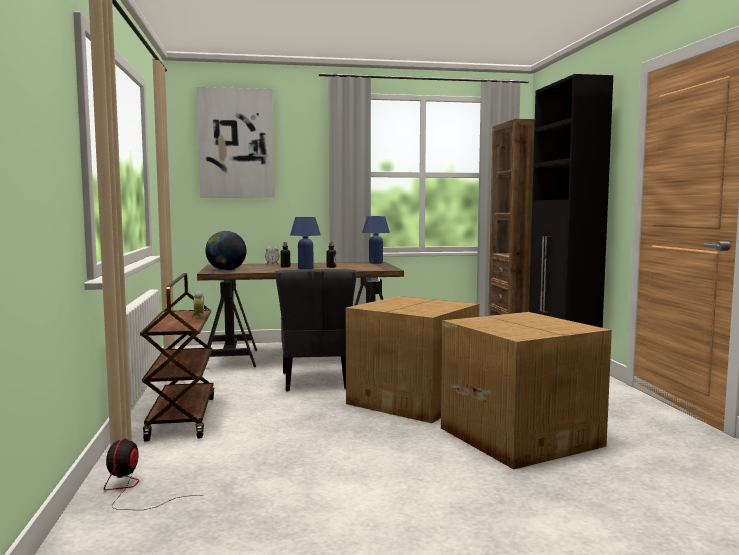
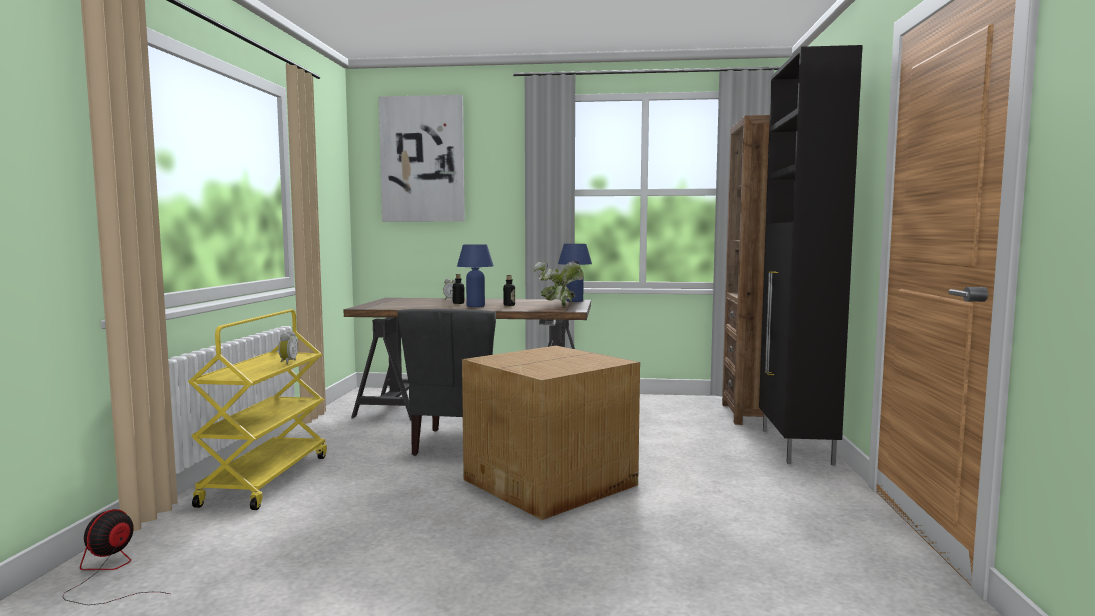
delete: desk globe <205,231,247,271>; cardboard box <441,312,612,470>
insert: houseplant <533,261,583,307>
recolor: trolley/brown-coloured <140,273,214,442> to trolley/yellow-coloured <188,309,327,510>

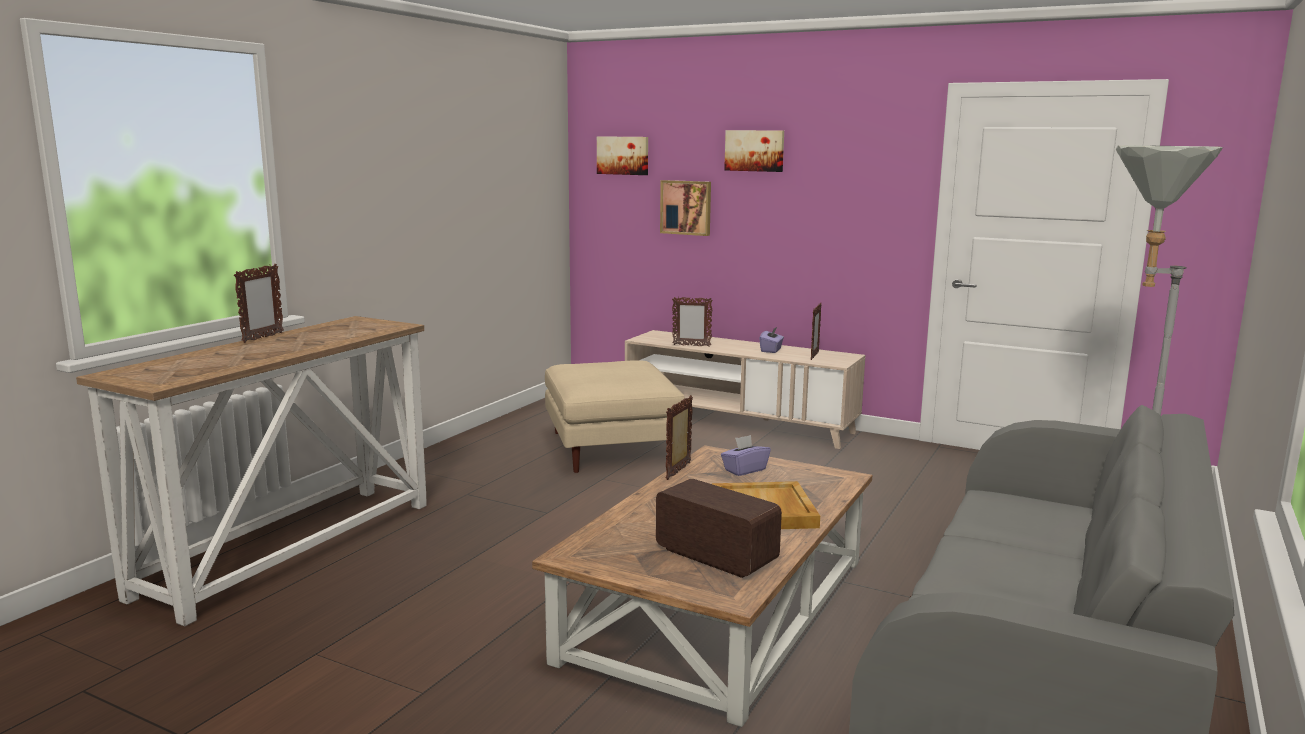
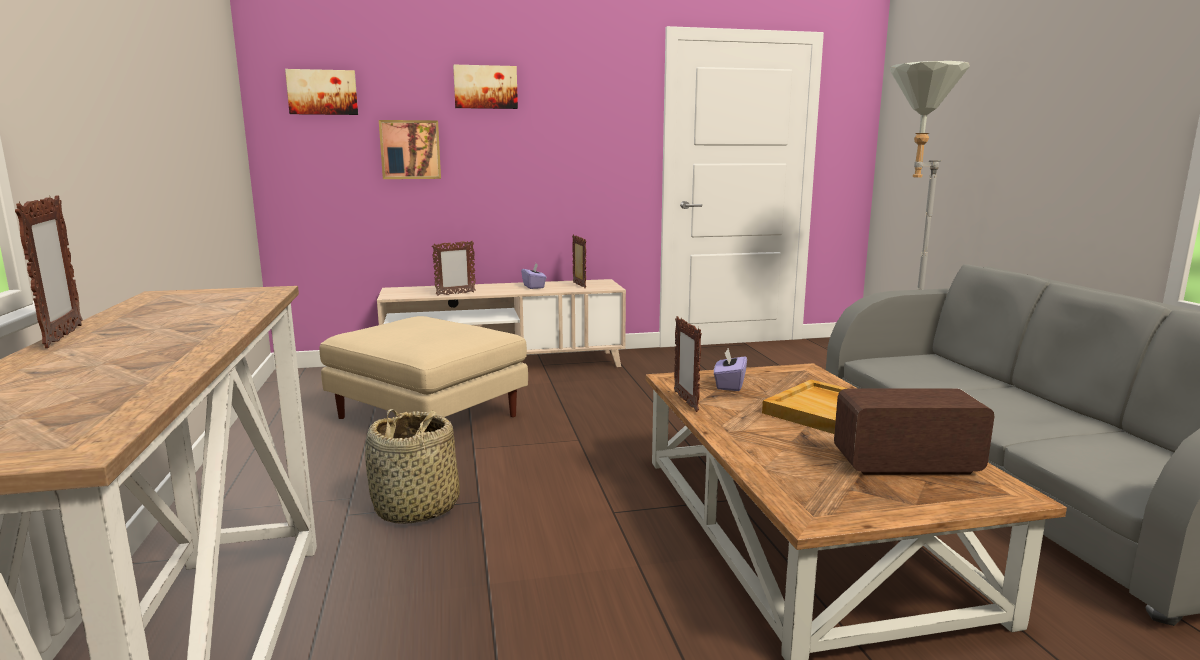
insert: storage basket <365,409,460,524>

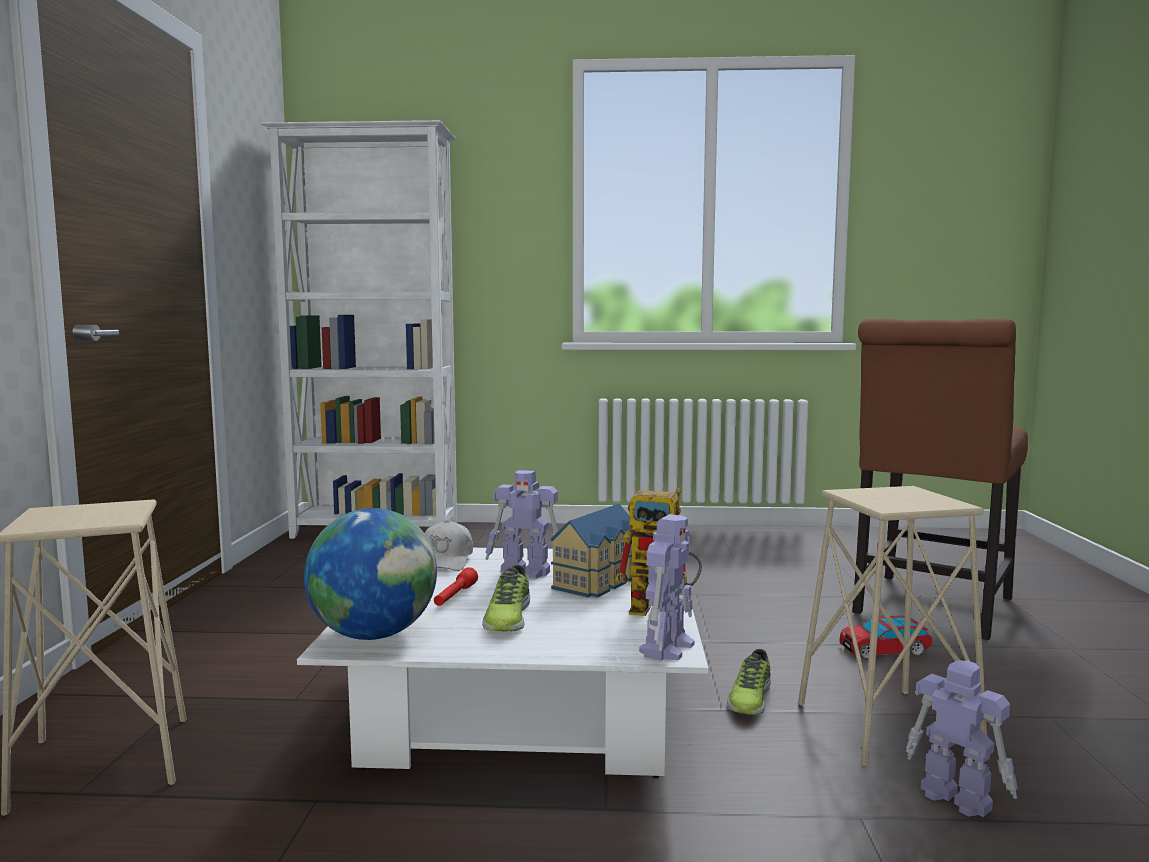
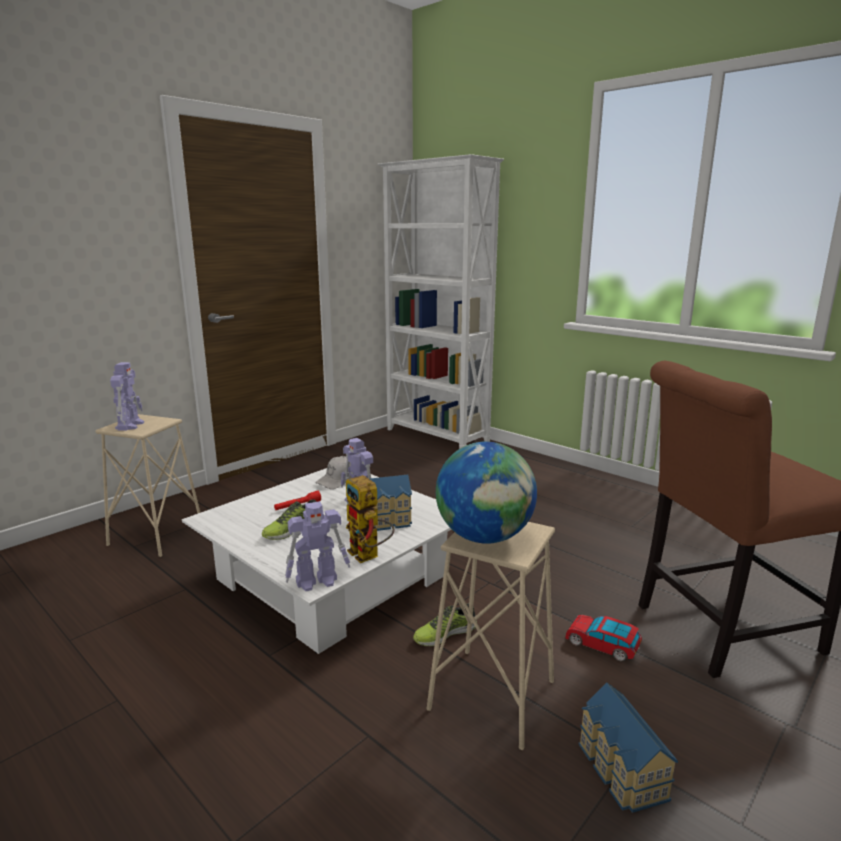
insert: model house <579,682,678,813>
move: desk globe <304,508,437,640> to <436,442,537,544>; model robot <906,660,1018,817> to <110,362,144,431>

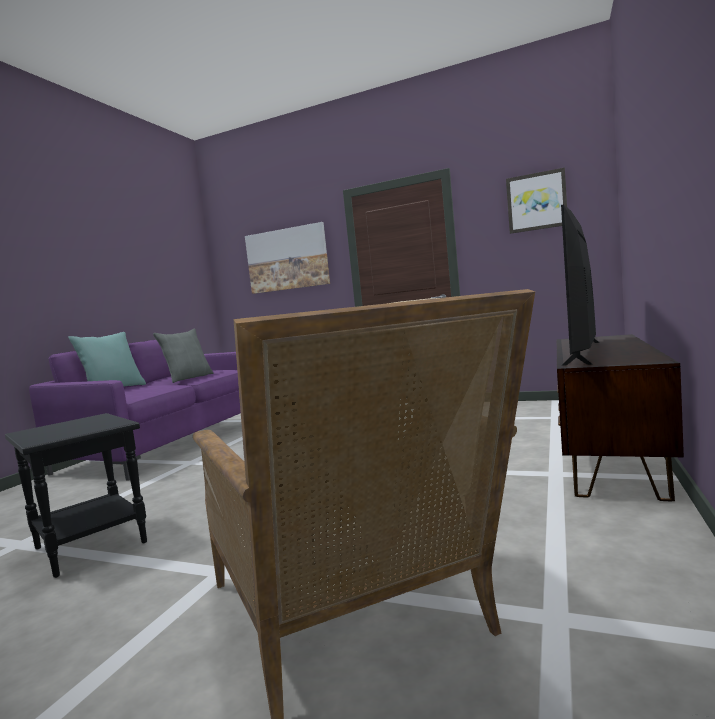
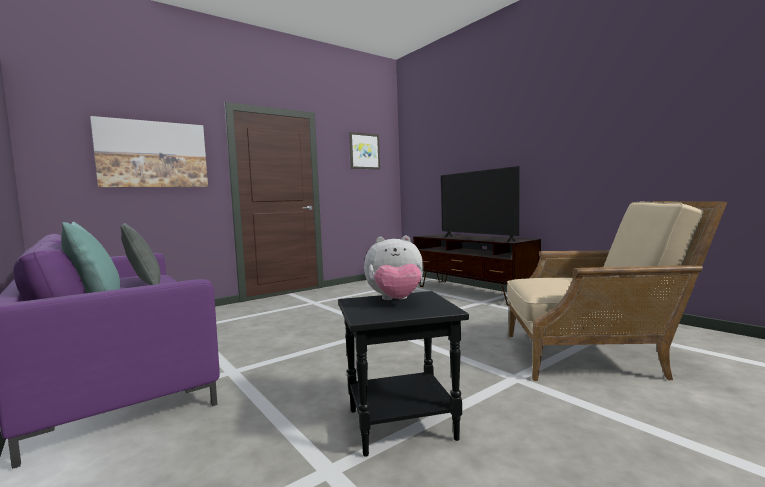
insert: soft toy <364,236,423,300>

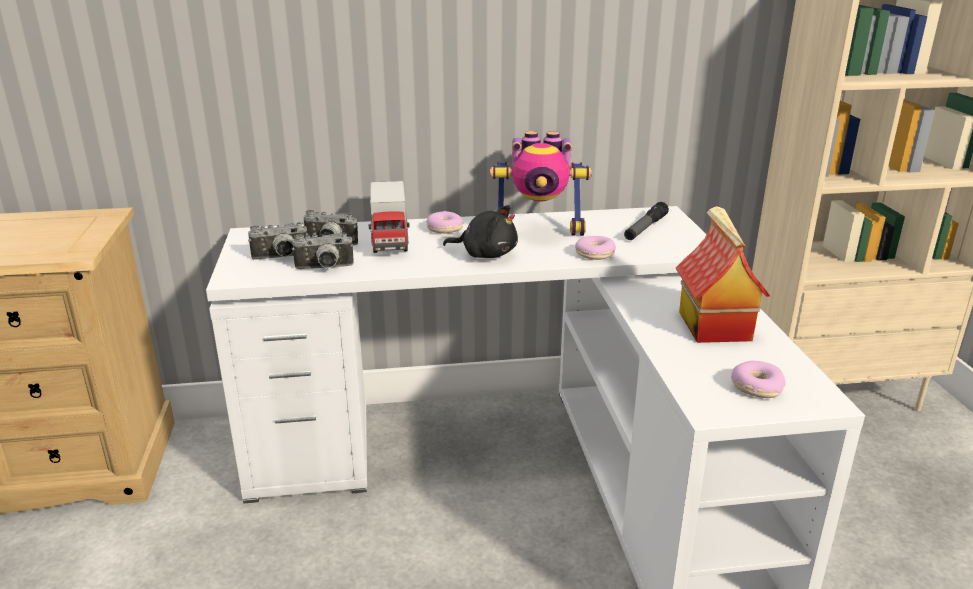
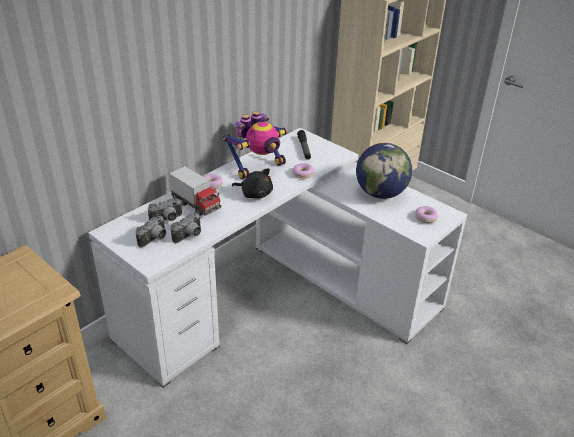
replace: model house <676,206,771,343> to desk globe <356,143,412,199>
rotate: soft toy/black-coloured <443,205,518,258> = <232,168,273,199> 45 degrees clockwise

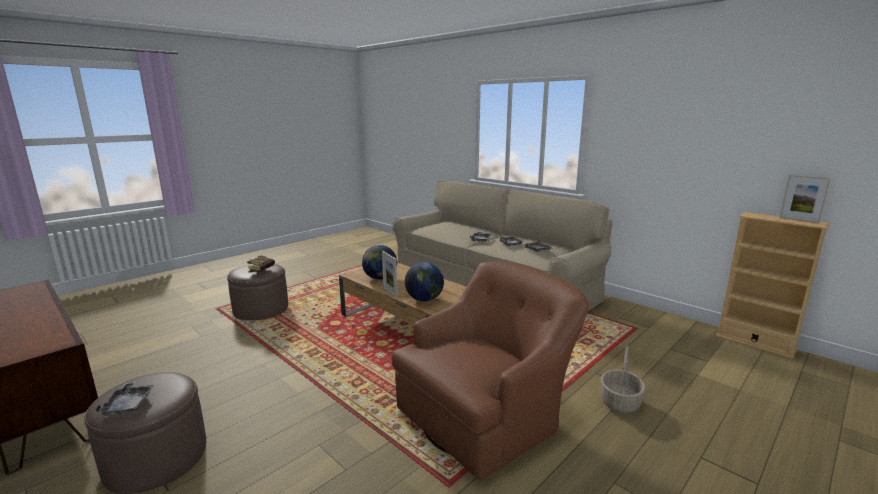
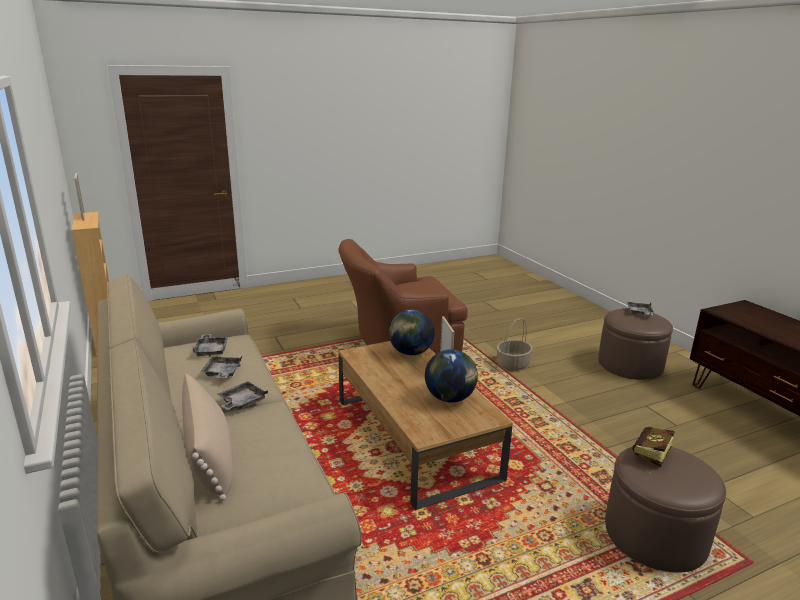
insert: cushion/sand-coloured <182,373,234,501>
move: storage basket <601,346,645,413> to <496,318,533,370>

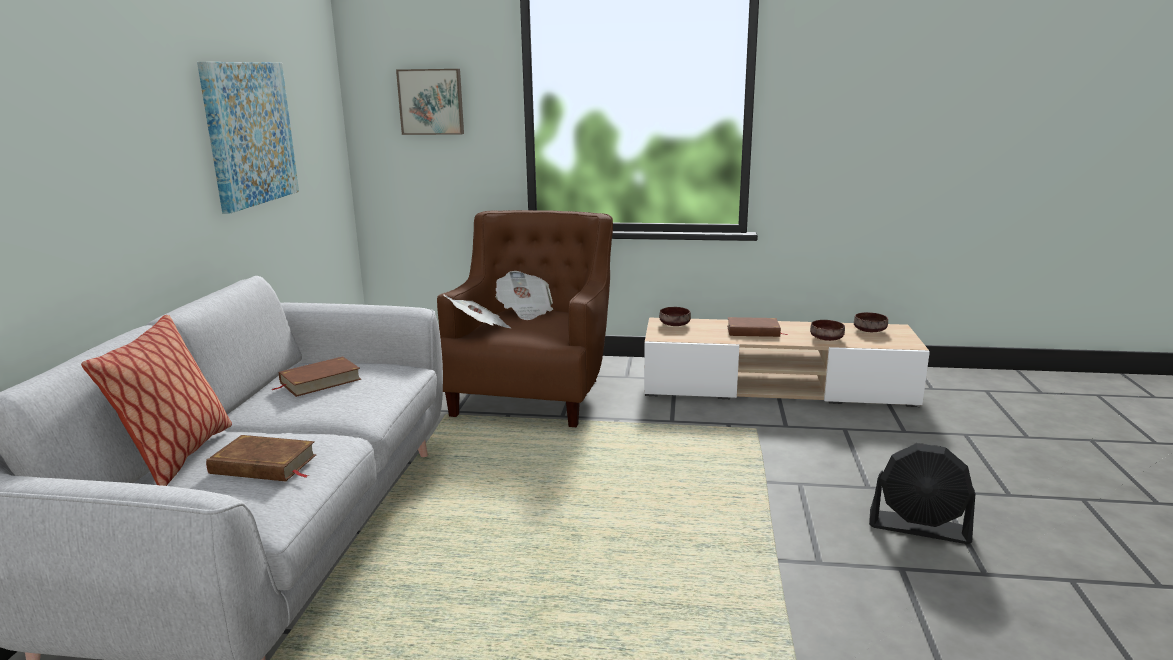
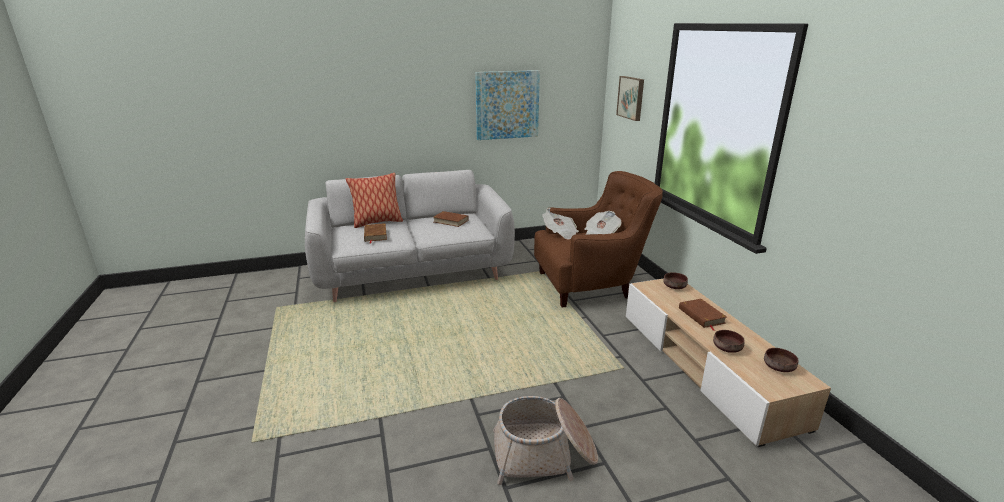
replace: cooling fan/black-coloured <869,443,975,544> to storage basket <493,396,598,485>

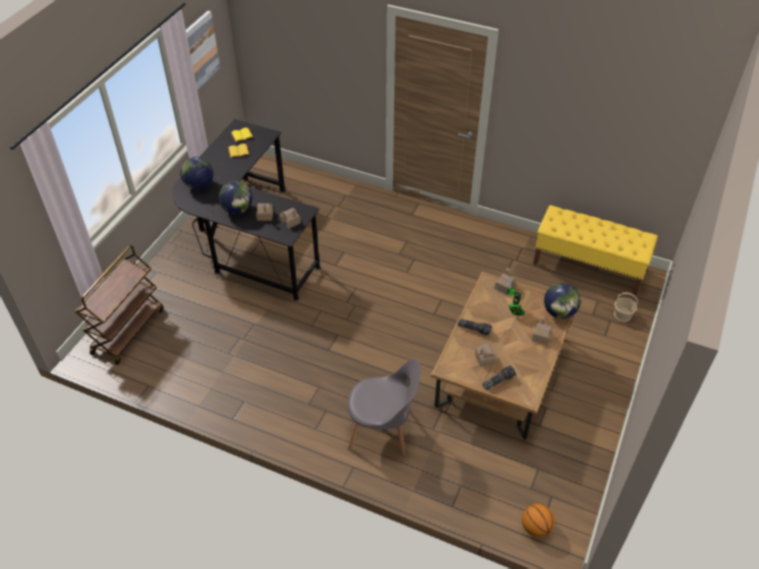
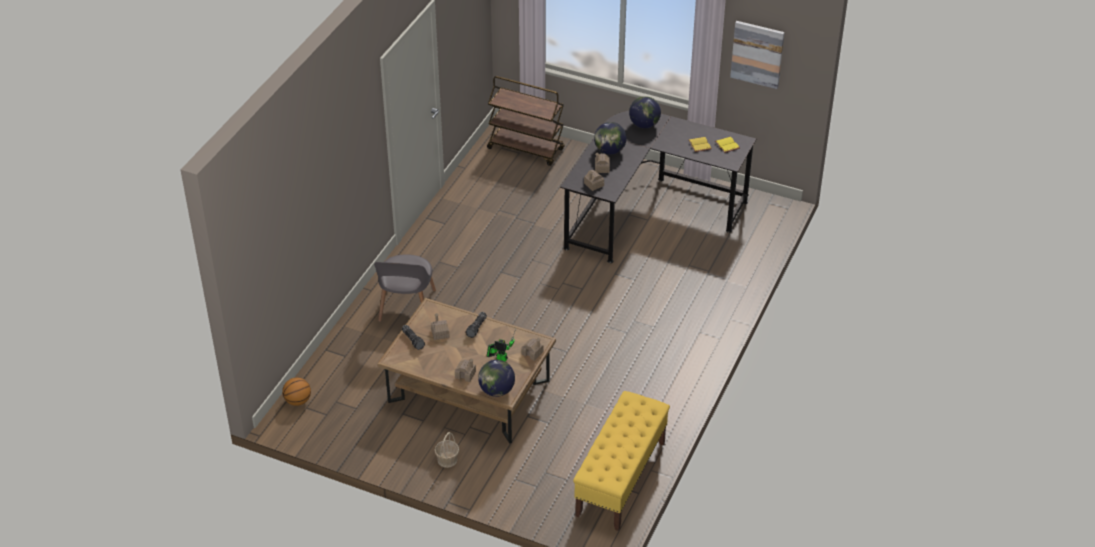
move: storage basket <614,293,638,322> to <435,432,459,468>

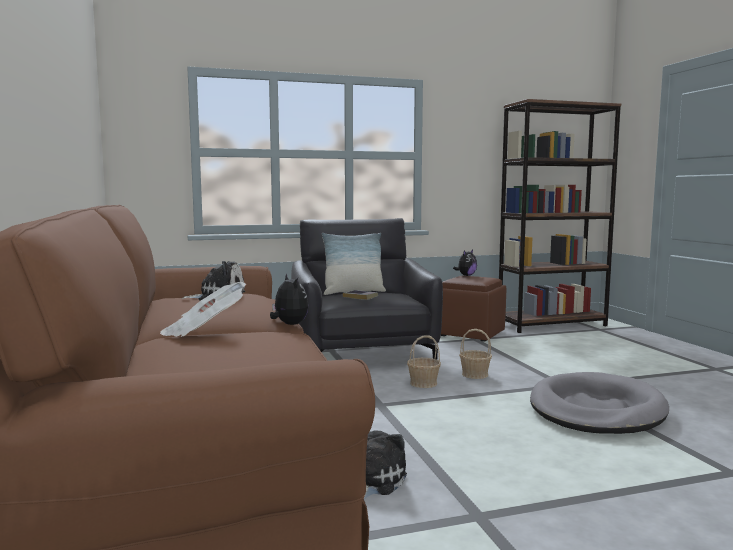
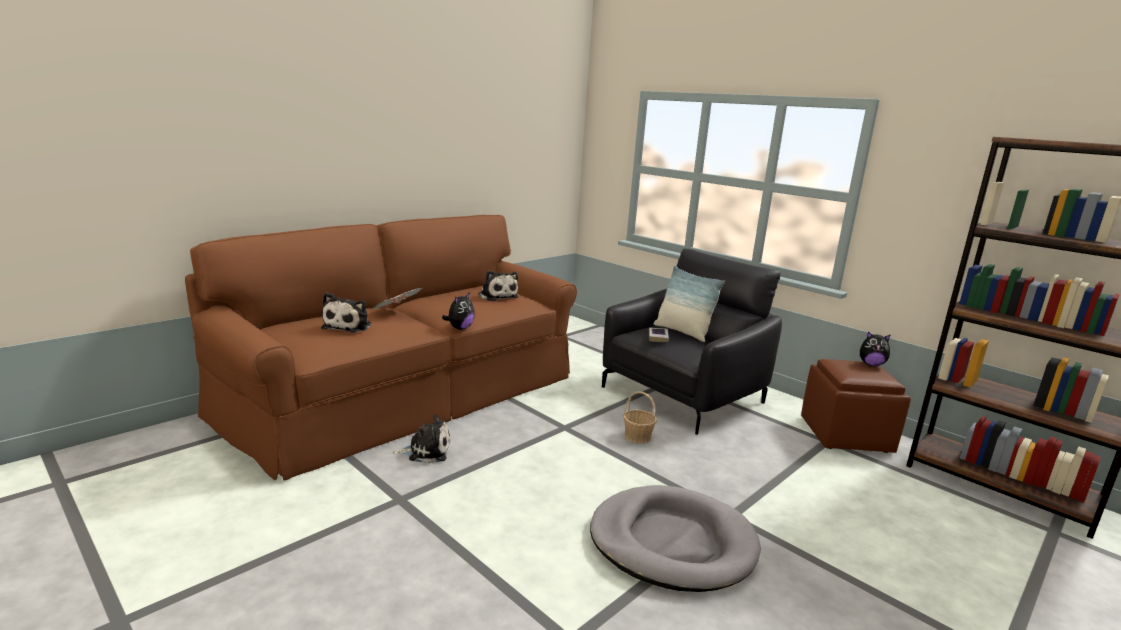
delete: storage basket <459,329,492,379>
insert: soft toy <321,293,371,332>

